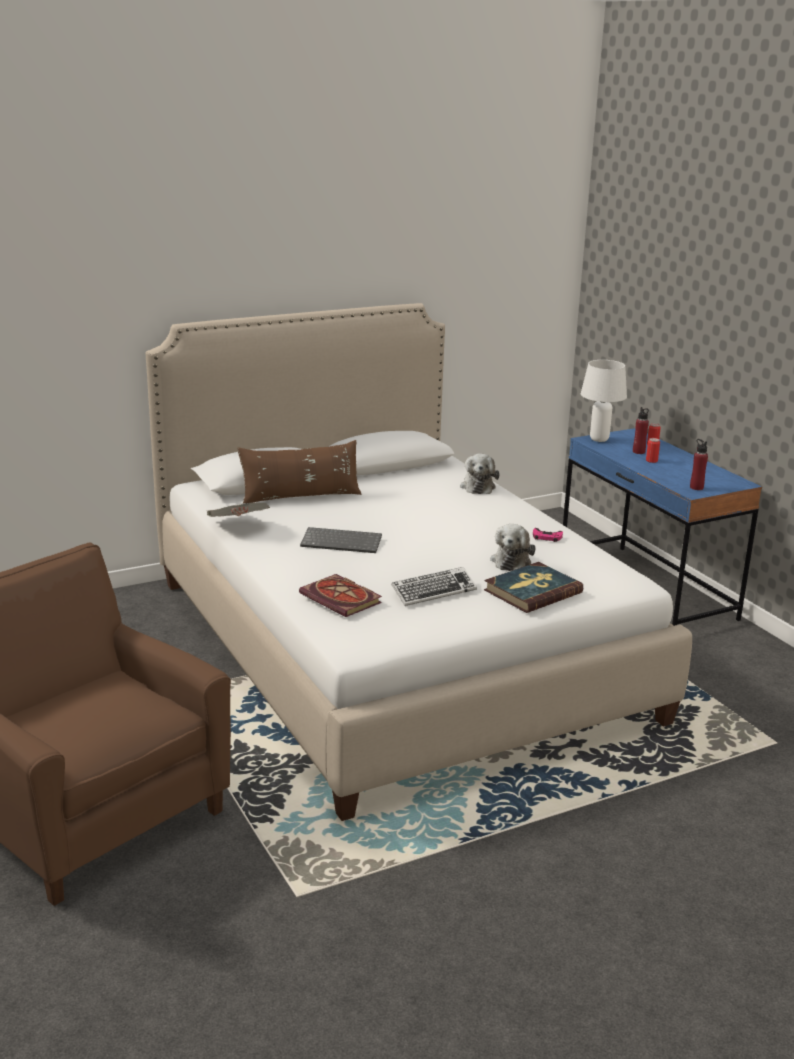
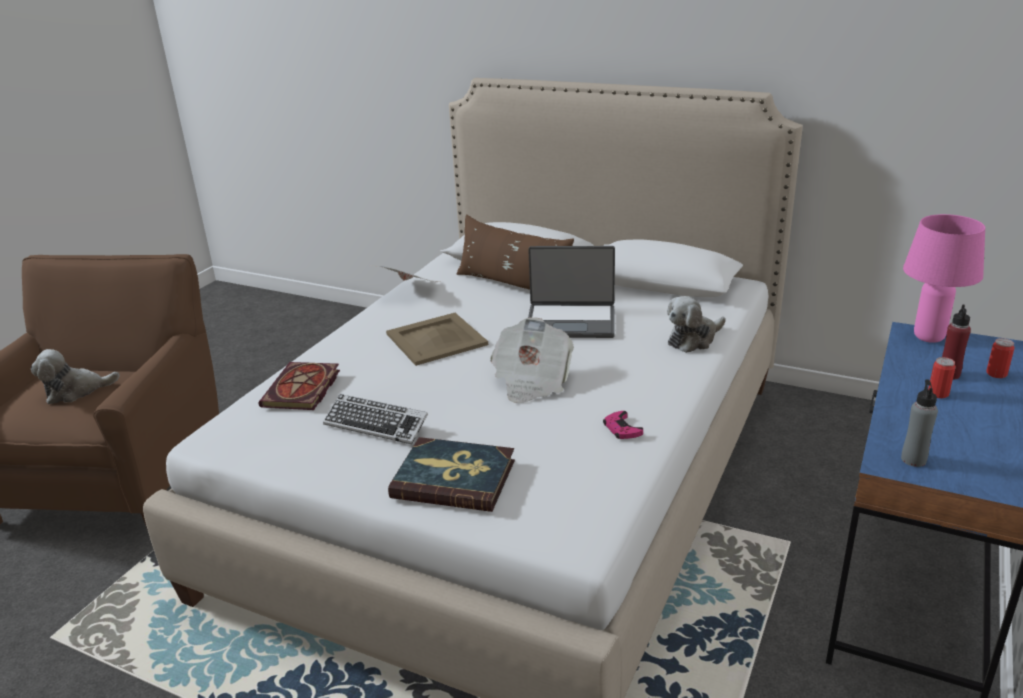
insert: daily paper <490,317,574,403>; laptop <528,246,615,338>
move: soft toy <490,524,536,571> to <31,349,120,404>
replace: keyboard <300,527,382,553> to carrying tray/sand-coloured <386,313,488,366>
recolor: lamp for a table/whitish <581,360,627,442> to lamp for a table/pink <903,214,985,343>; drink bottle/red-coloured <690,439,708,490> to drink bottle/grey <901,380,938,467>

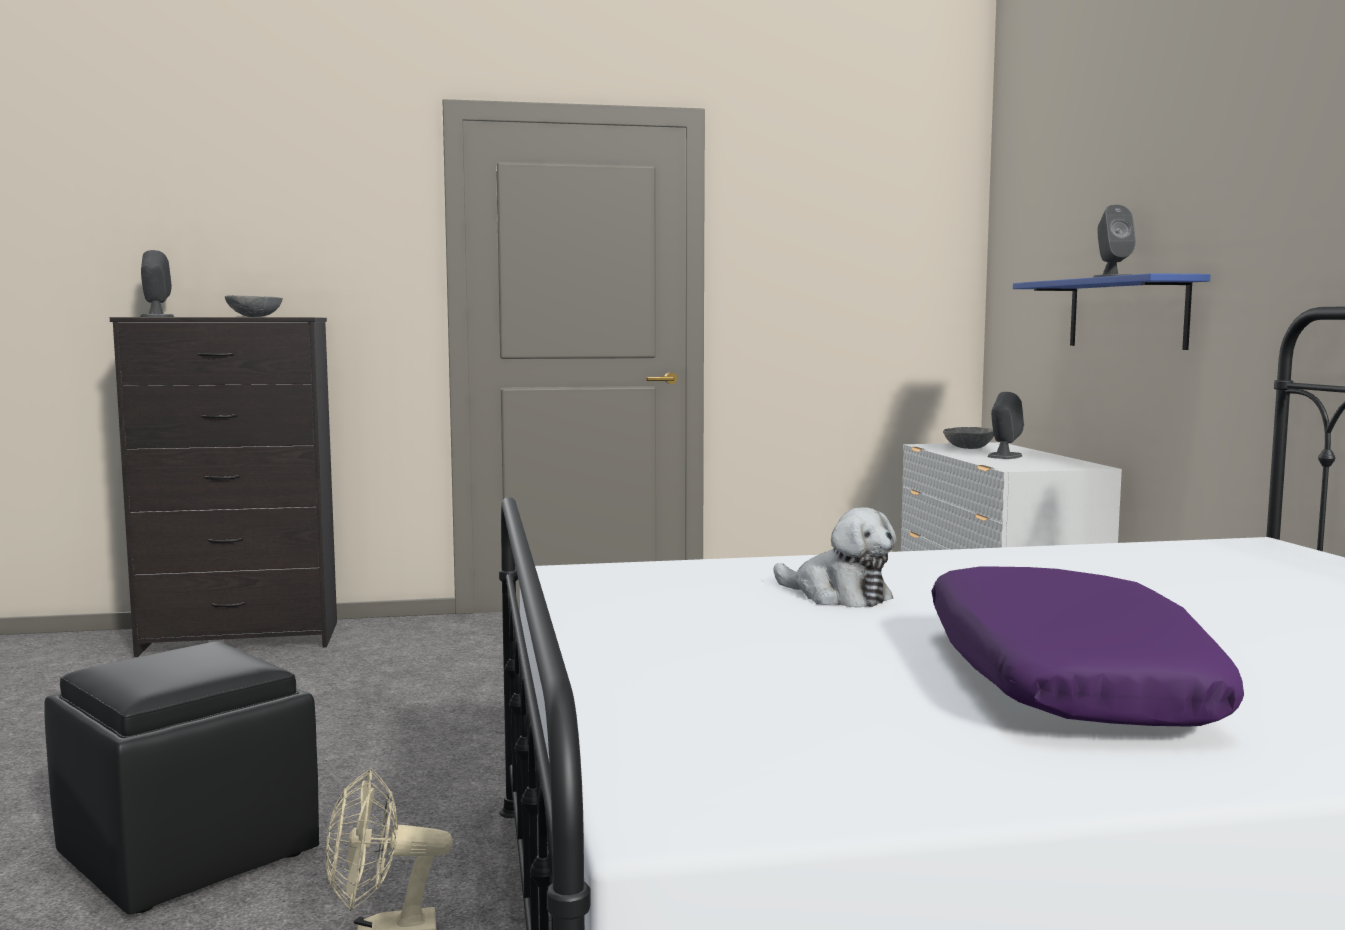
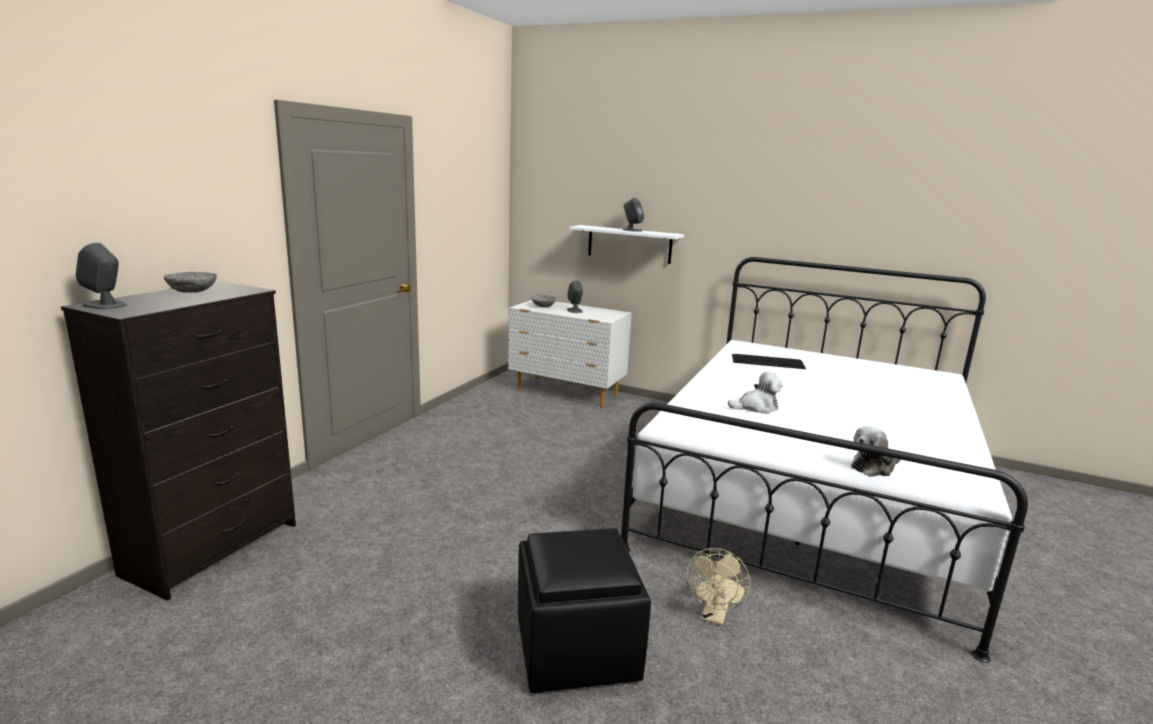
delete: cushion/purple-coloured <931,567,1244,727>
insert: keyboard <732,354,806,369>; soft toy <851,426,901,477>
recolor: bracket shelf/blue-coloured <1013,273,1211,350> to bracket shelf/whitish <569,225,684,264>

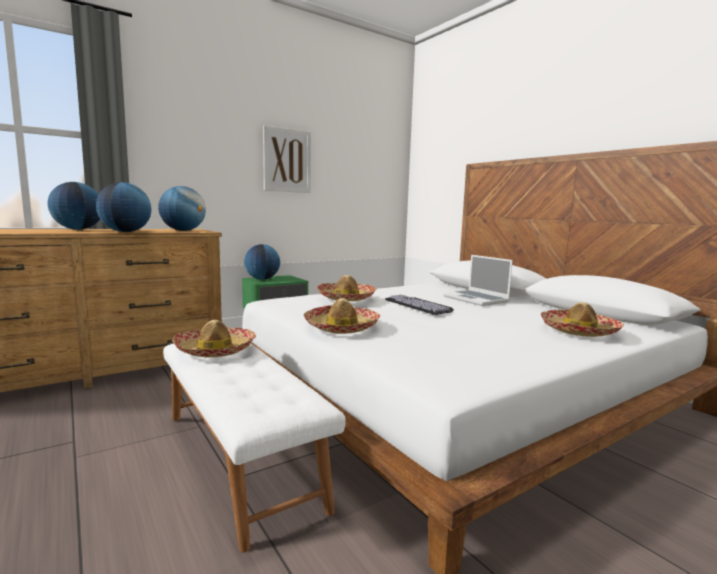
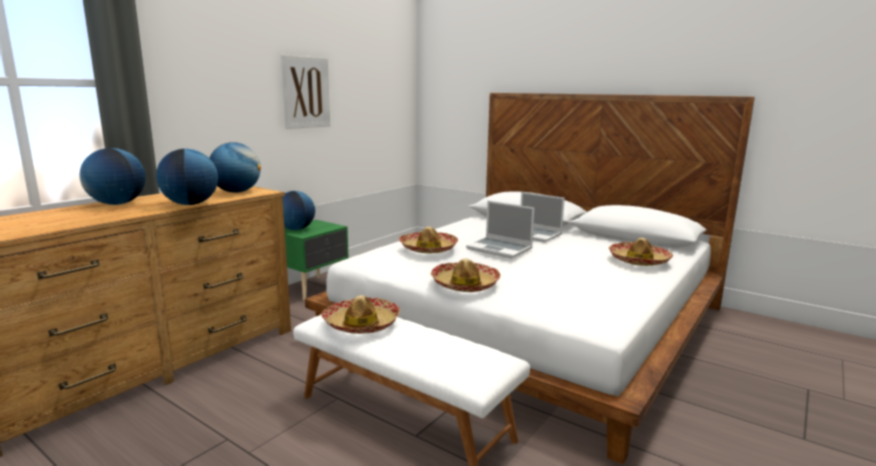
replace: keyboard <385,295,454,315> to laptop <466,201,535,258>

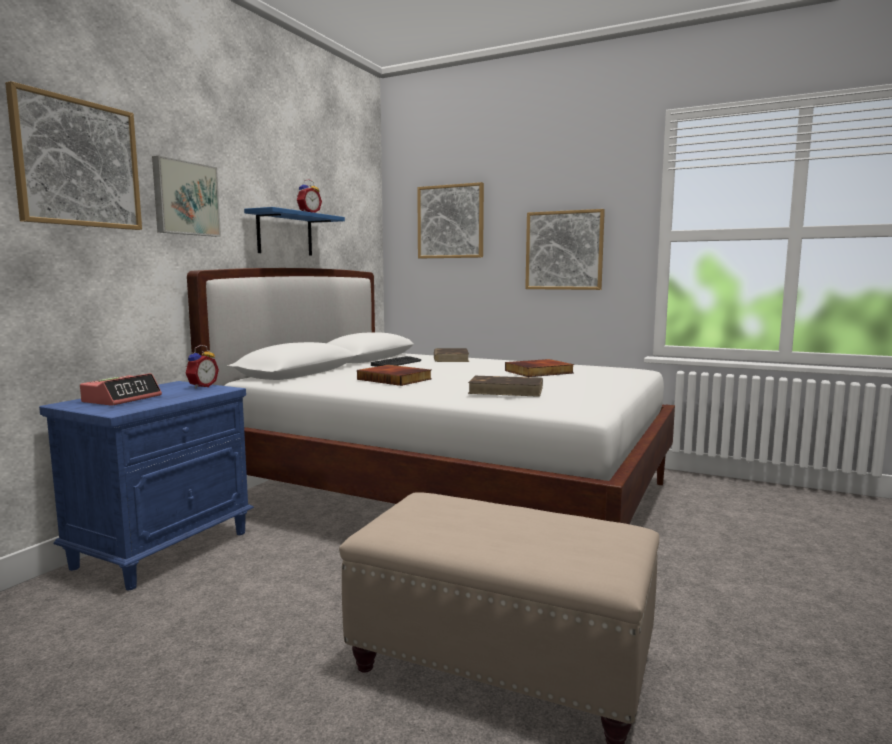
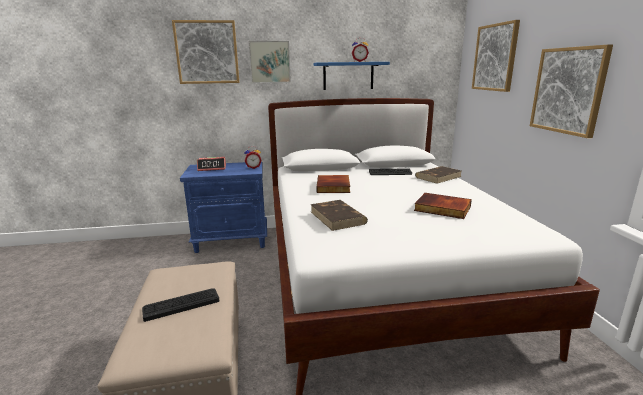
insert: keyboard <142,288,220,322>

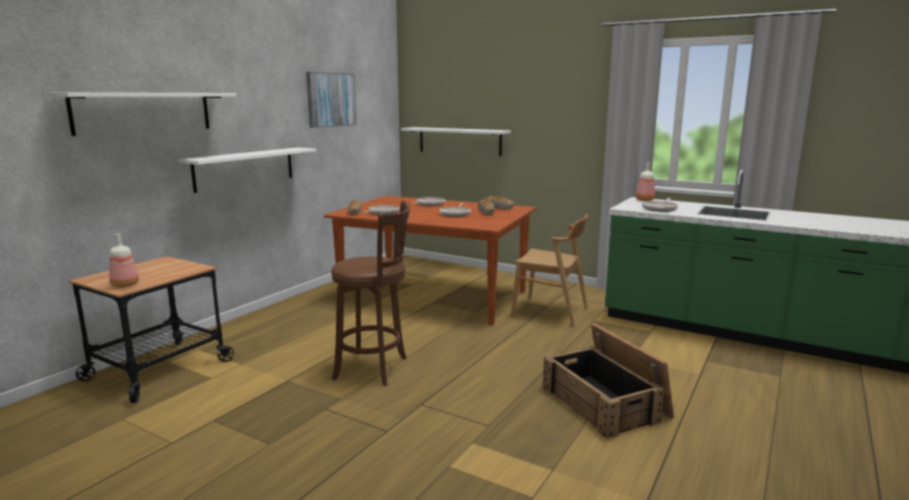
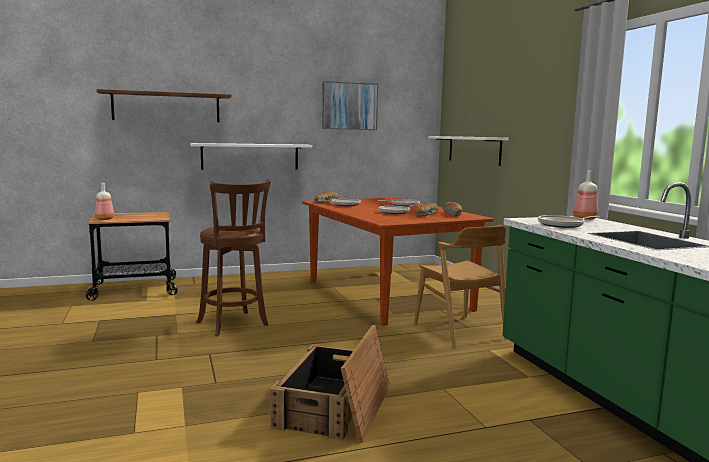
recolor: bracket shelf/whitish <47,92,236,136> to bracket shelf/brown-coloured <96,89,232,122>

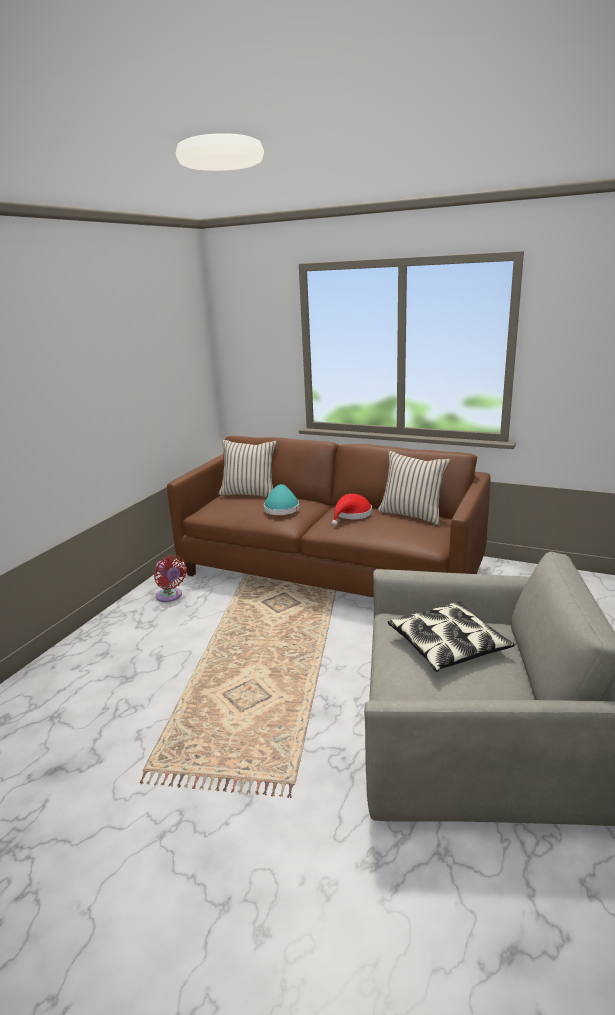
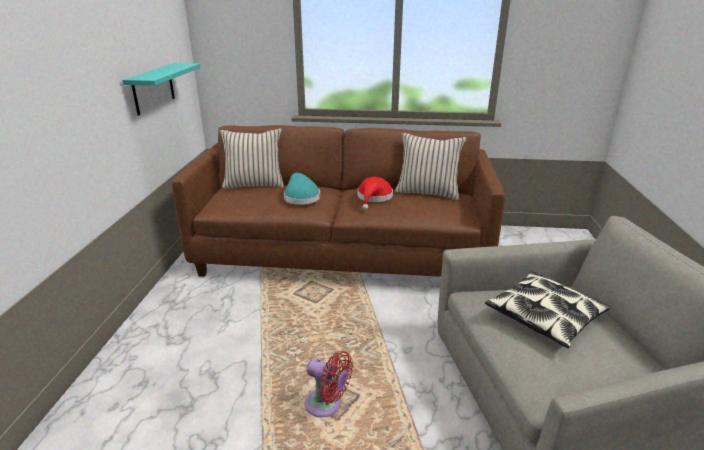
insert: bracket shelf/blue-green <122,63,201,116>
move: cooling fan/red-coloured <154,555,187,602> to <305,351,353,417>

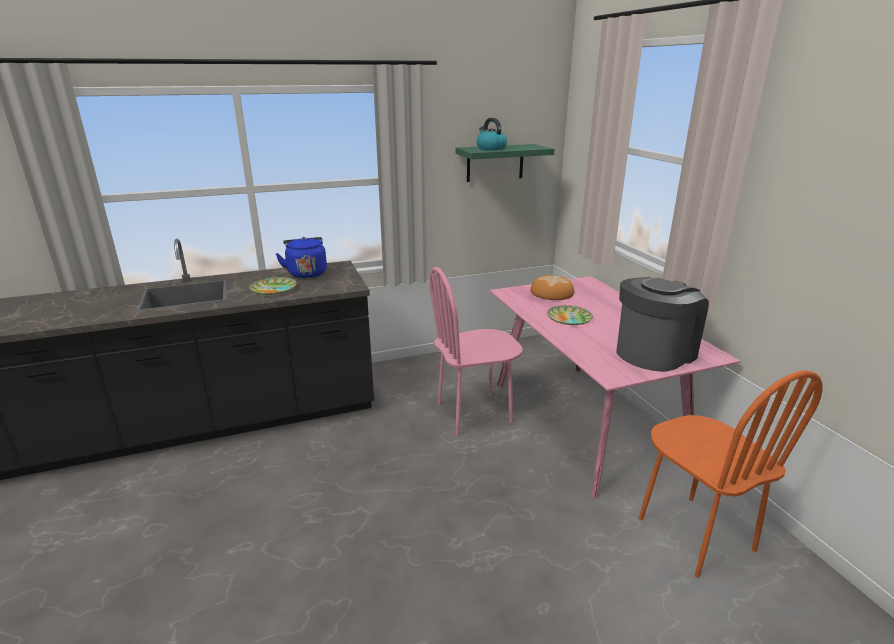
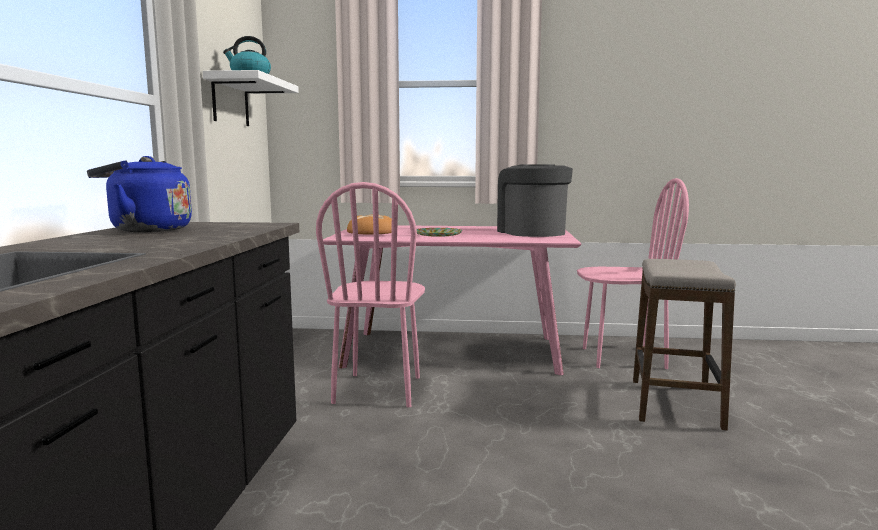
delete: plate <249,277,297,295>
insert: sitting stool <633,259,736,431>
recolor: bracket shelf/green <455,144,555,182> to bracket shelf/whitish <203,70,299,126>; upright chair/orangey <639,370,823,578> to upright chair/pink <577,178,689,369>

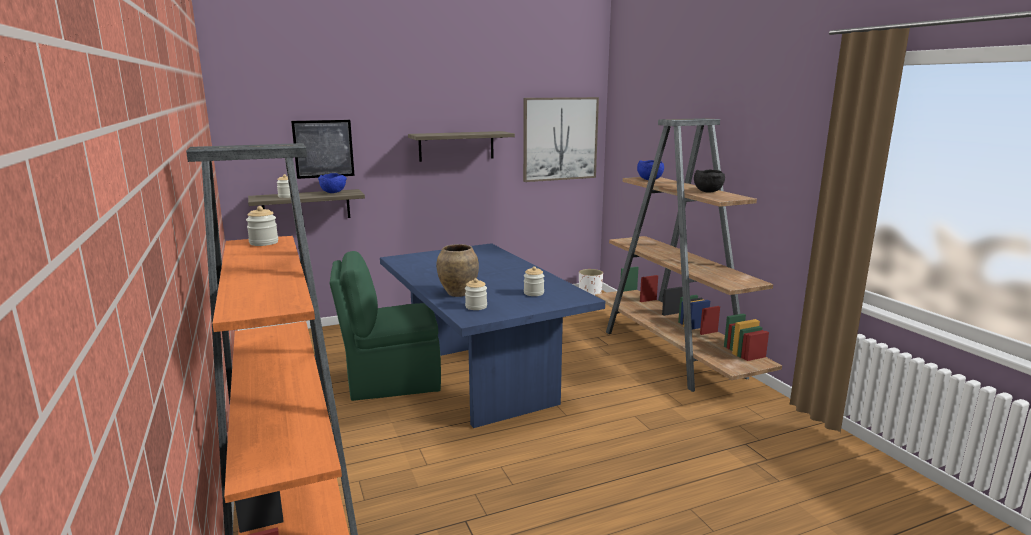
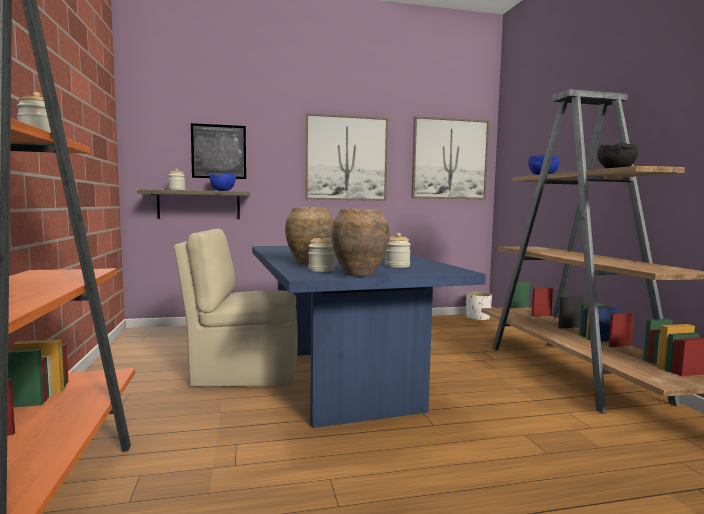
insert: vase/brown-coloured <332,208,390,276>
replace: bracket shelf <408,131,515,162> to wall art <305,113,388,201>
recolor: upright chair/green <330,251,441,401> to upright chair/sand-coloured <174,229,298,387>

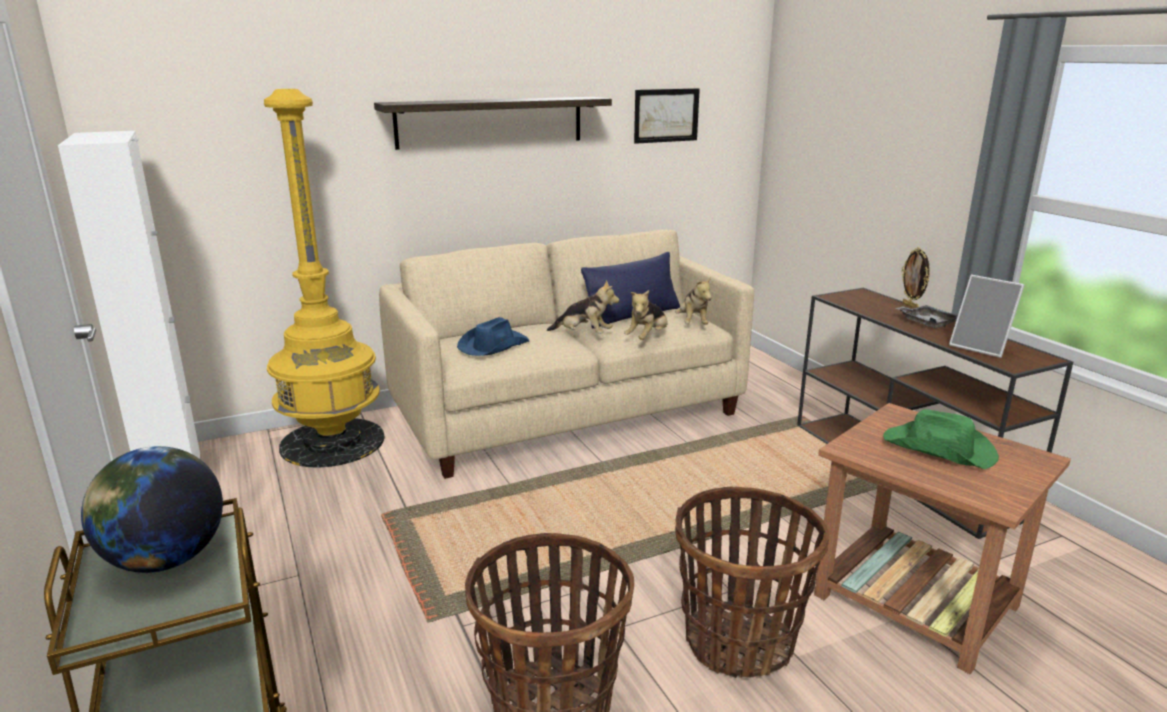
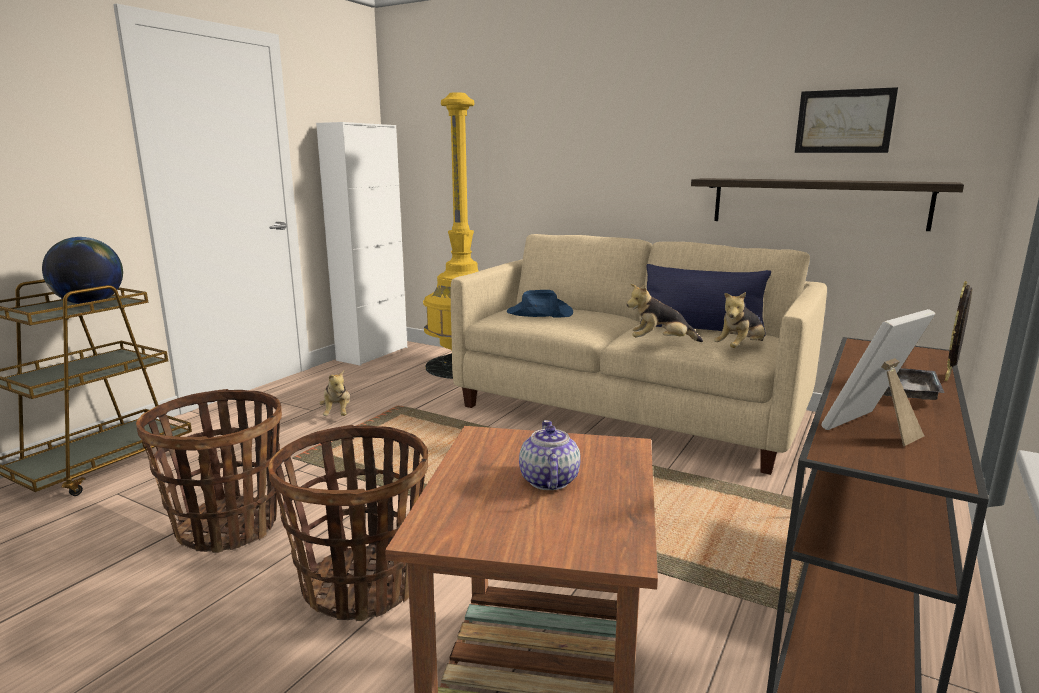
move: bracket shelf <374,97,612,150> to <691,178,964,231>; soft toy <547,280,619,334> to <319,370,350,416>
replace: wearable hat/green <883,410,999,469> to pot for tea <519,420,581,490>
rotate: standing frame <949,275,1025,358> = <821,309,935,446> 45 degrees clockwise

